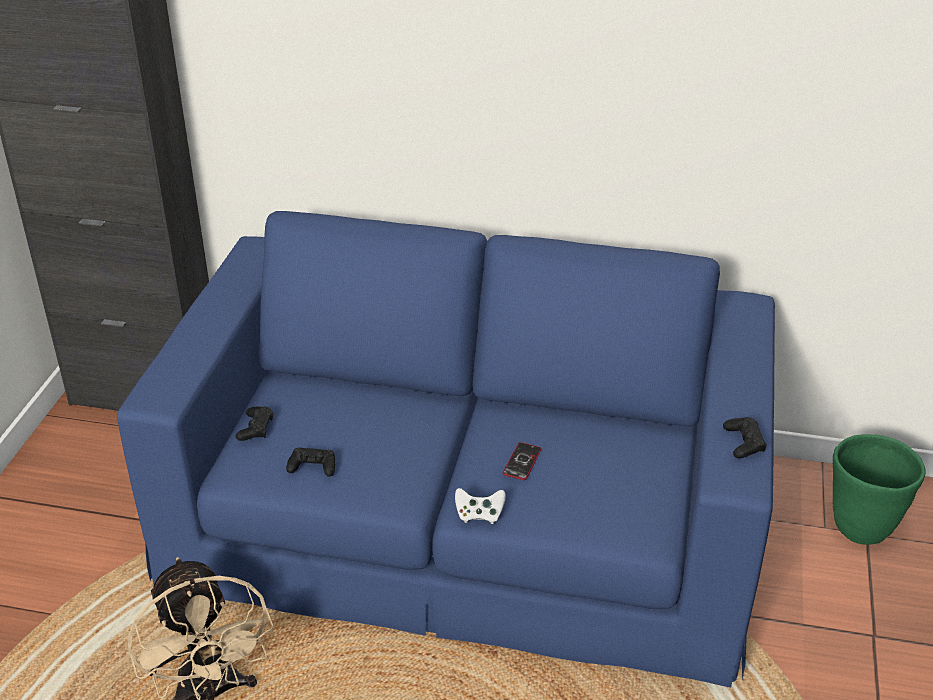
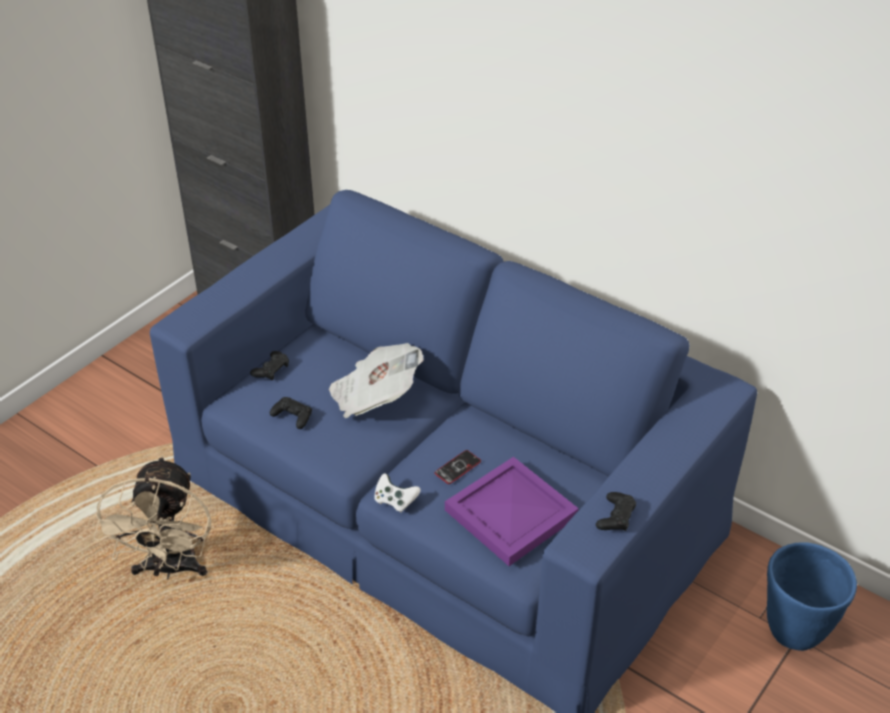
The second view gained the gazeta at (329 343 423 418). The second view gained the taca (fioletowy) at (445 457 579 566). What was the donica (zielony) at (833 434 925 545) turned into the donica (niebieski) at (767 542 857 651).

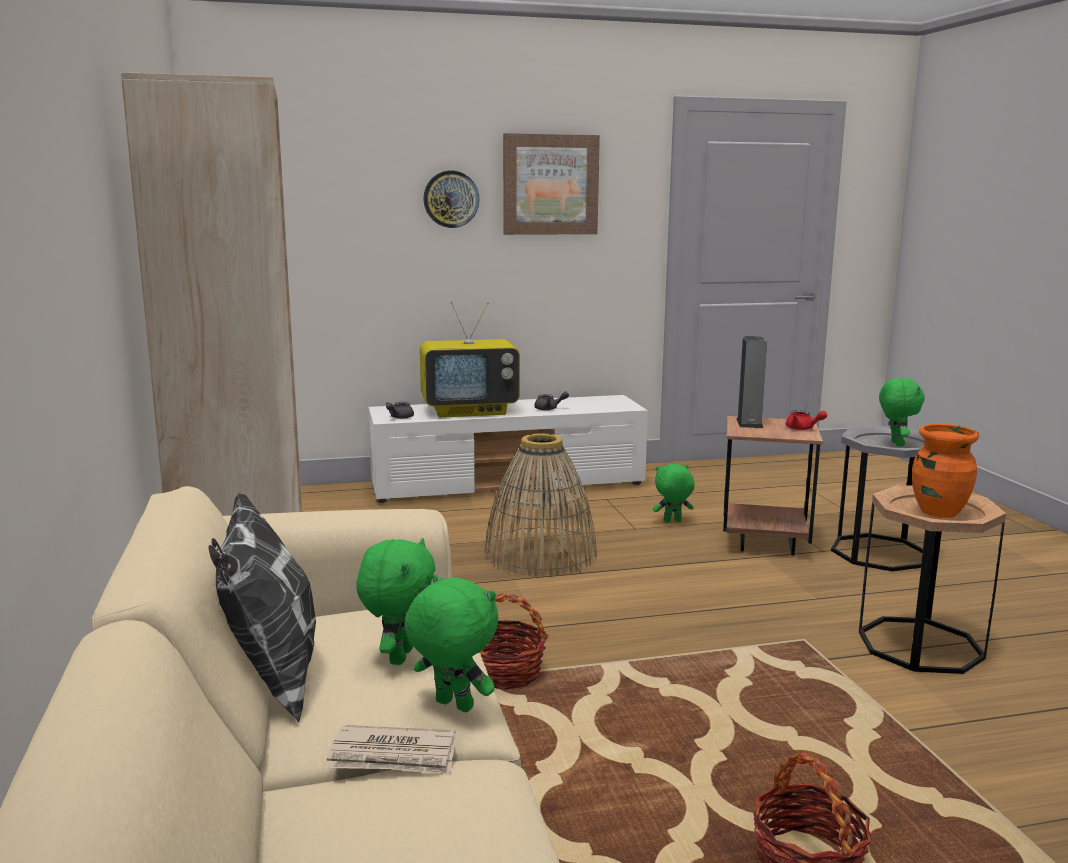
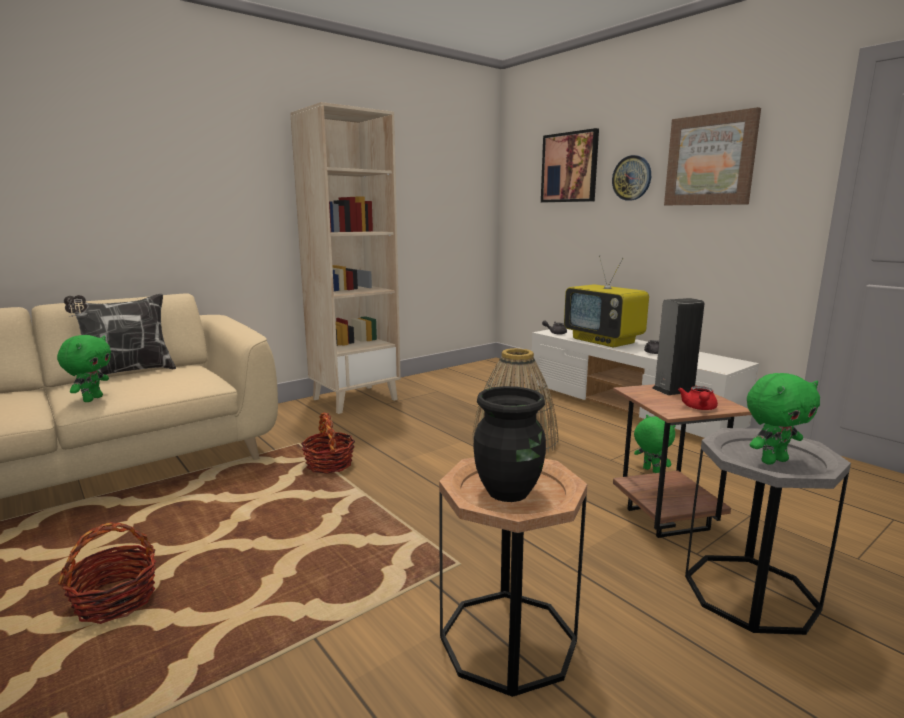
What was the wazon (pomarańczowy) at (912 424 979 518) turned into the wazon (czarny) at (473 386 546 502). The second view gained the obraz at (541 128 599 202). The second view lost the gazeta at (327 725 456 775). The second view lost the pluszak (zielony) at (356 538 435 665).

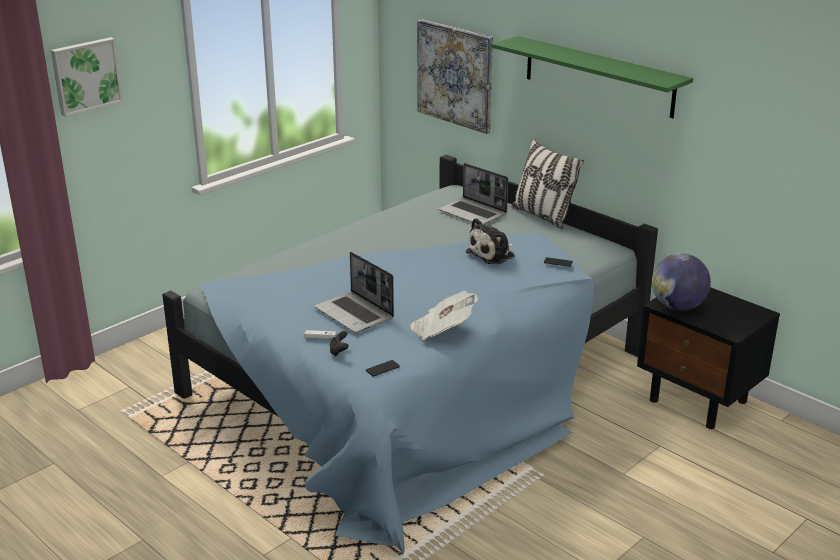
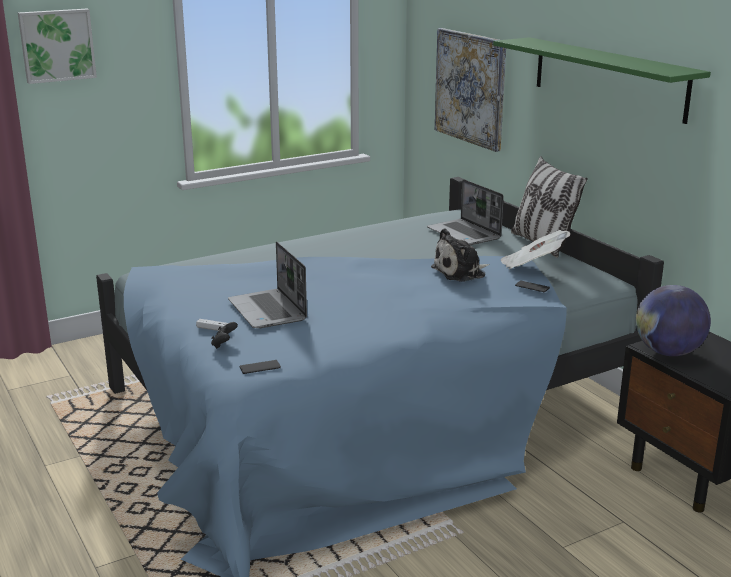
The gazeta ended up elsewhere, having gone from (410 291 478 340) to (501 230 570 269).

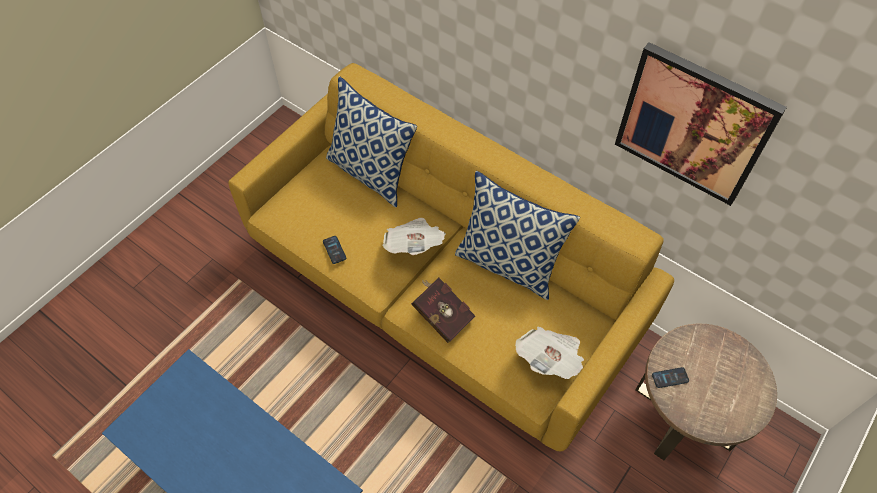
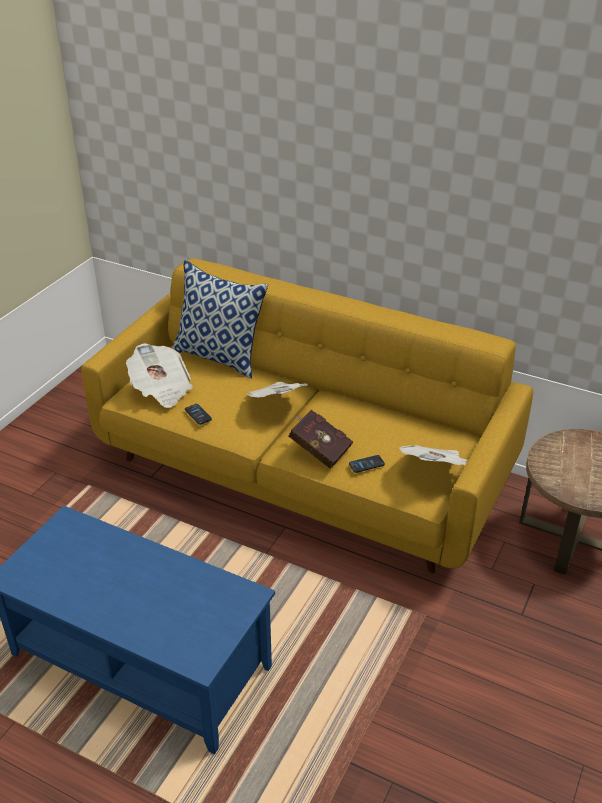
The second view gained the gazeta at (126 343 193 408). The telefon ended up elsewhere, having gone from (652 367 689 388) to (349 455 385 473). The second view lost the poduszka at (455 171 580 300). The second view lost the obraz at (615 42 787 206).

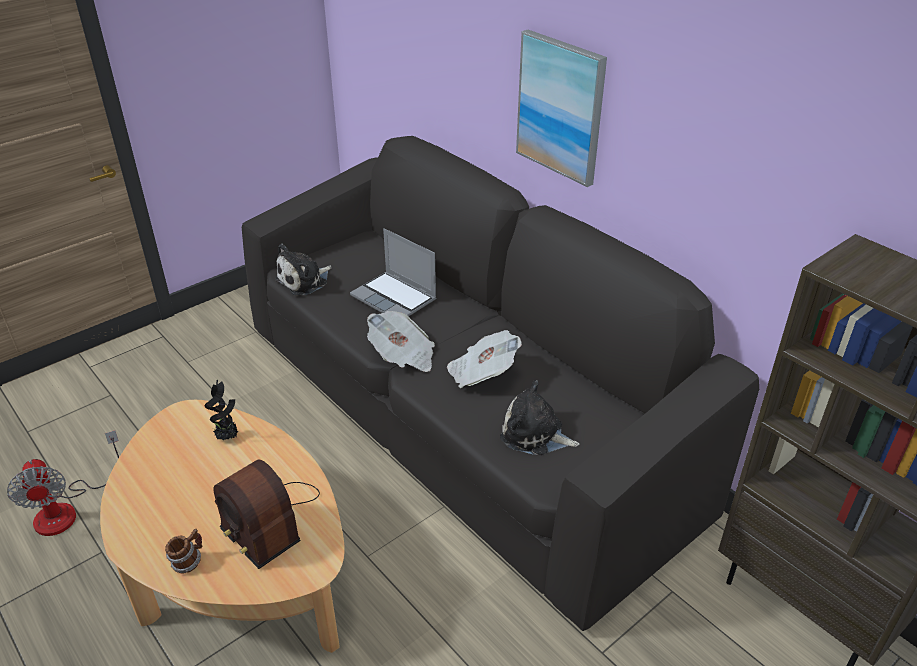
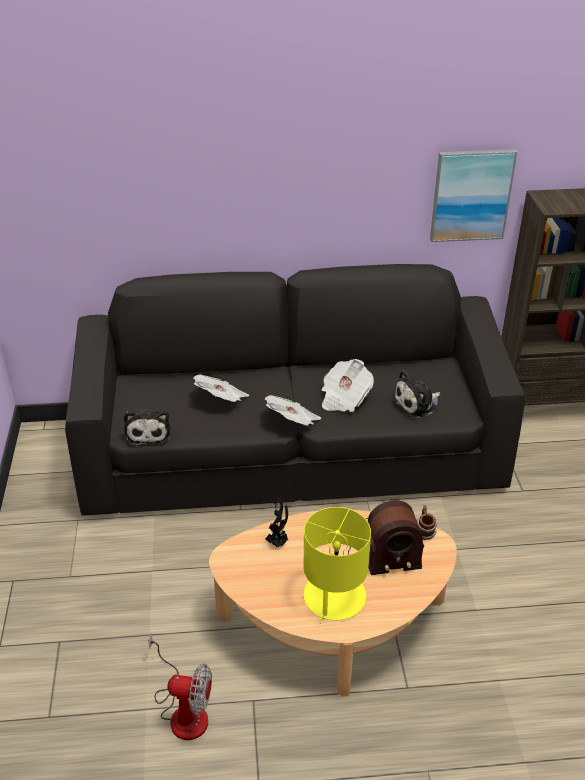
Where the laptop stood at (350 228 436 316), the gazeta came to stand at (193 375 249 402). The second view gained the lampa stołowa (żółty) at (303 507 371 624). The kubek ended up elsewhere, having gone from (165 529 203 574) to (417 505 437 540). The obraz ended up elsewhere, having gone from (516 30 607 187) to (430 149 517 242).

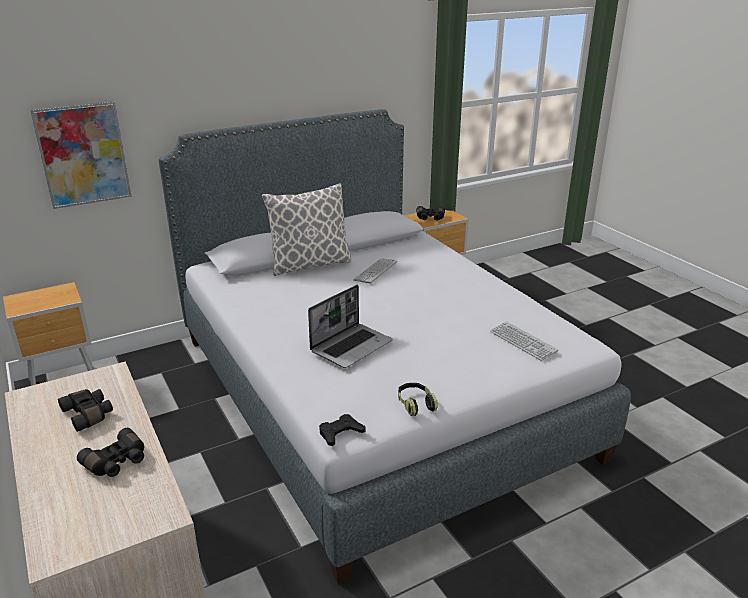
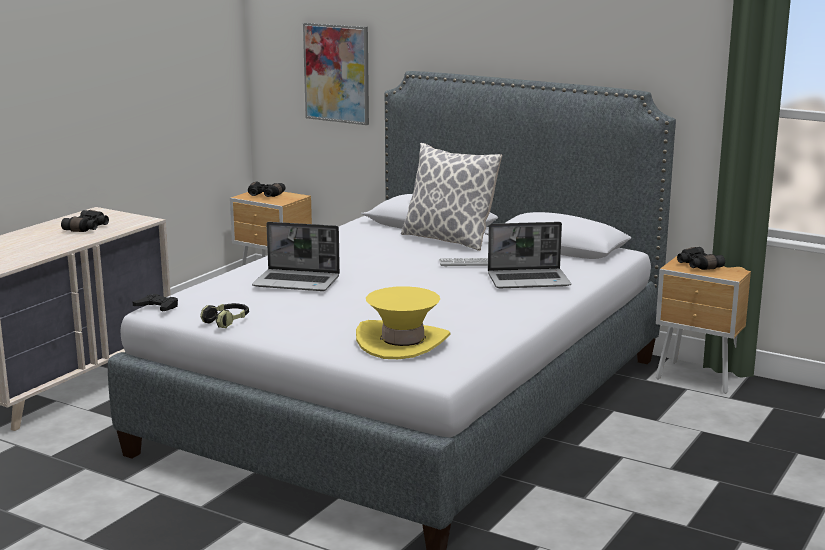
The lornetka (czarny) ended up elsewhere, having gone from (77 428 144 477) to (248 182 285 197). Where the klawiatura stood at (490 321 558 361), the kapelusz (żółty) came to stand at (356 286 451 359). The second view gained the laptop at (488 222 571 288).

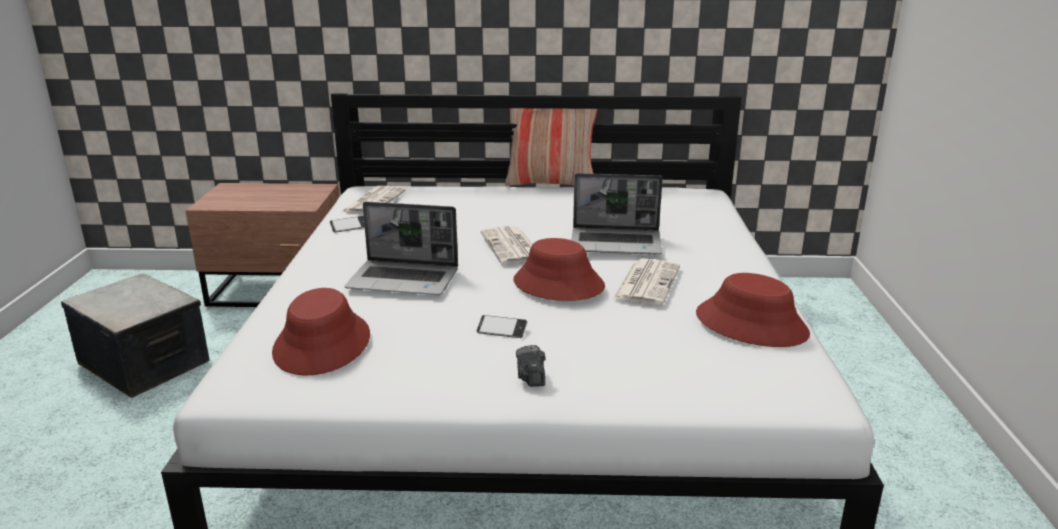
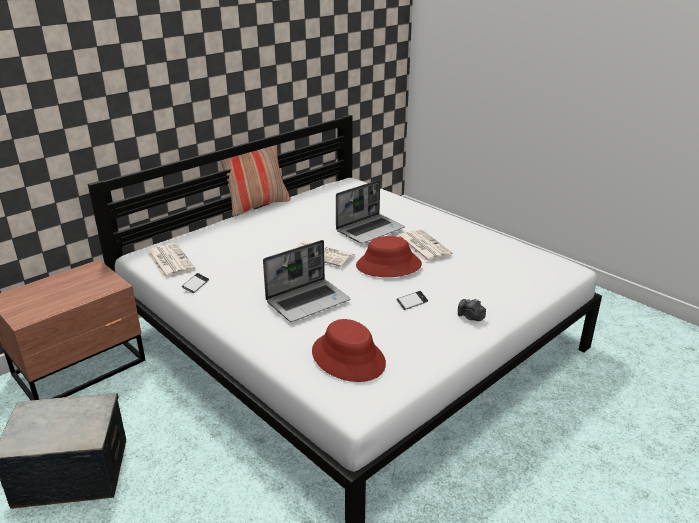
The second view lost the kapelusz (czerwony) at (696 273 810 347).

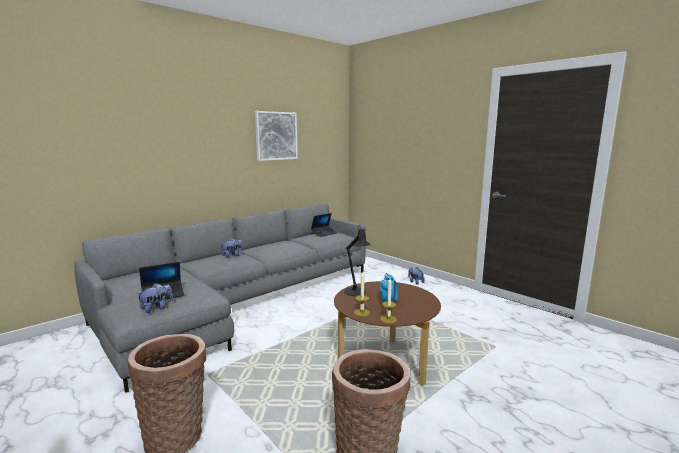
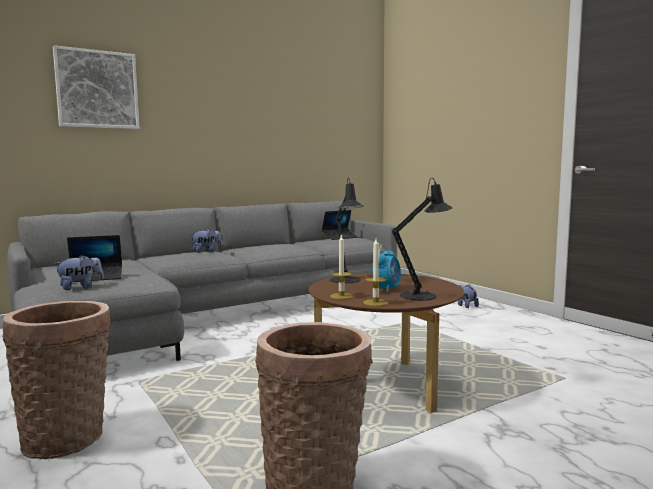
The obraz ended up elsewhere, having gone from (255 111 298 161) to (53 45 139 129). The second view gained the lampa stołowa (czarny) at (392 178 453 301).

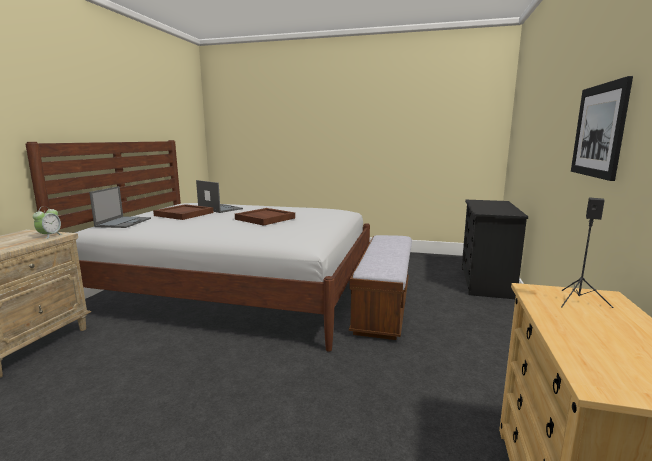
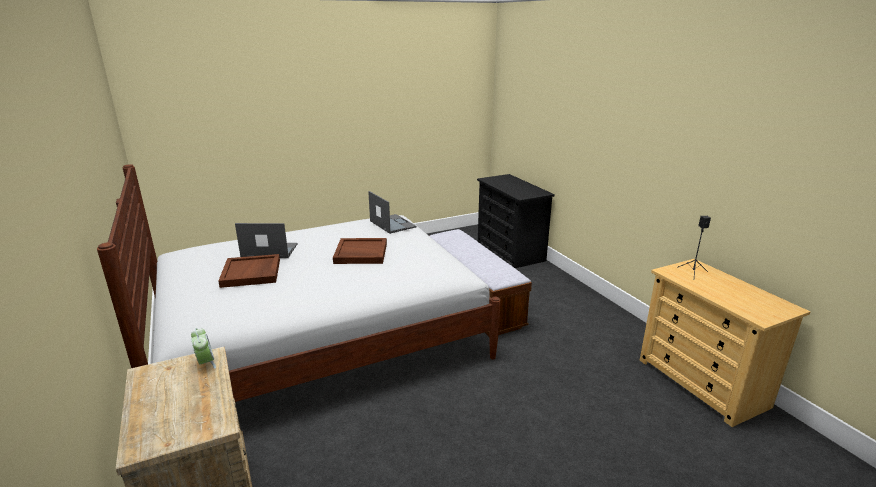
The laptop ended up elsewhere, having gone from (89 186 151 228) to (368 191 417 234). The second view lost the obraz at (571 76 633 181).

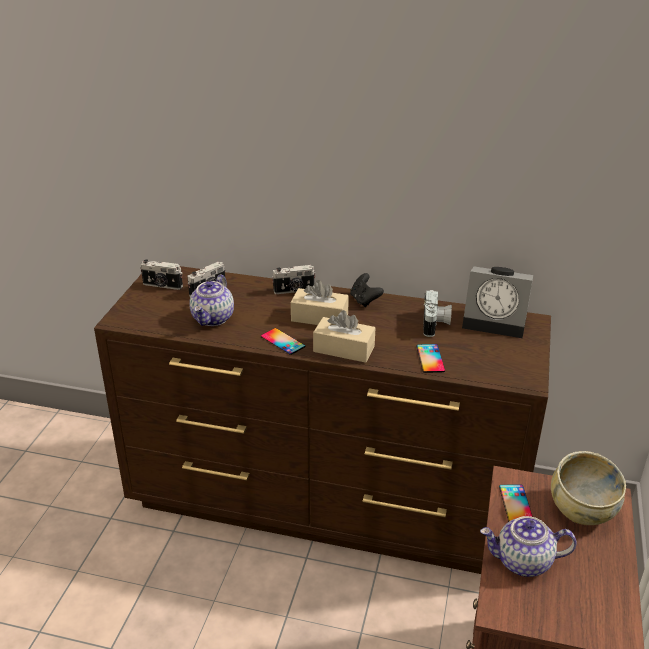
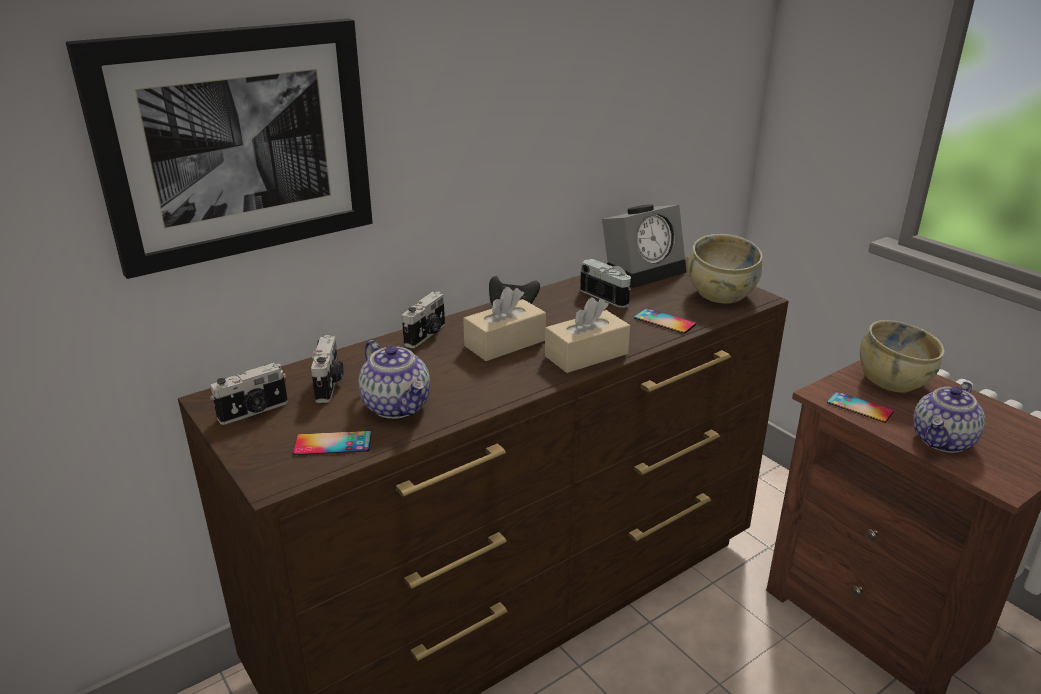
The second view gained the obraz at (66 19 373 279). The telefon ended up elsewhere, having gone from (261 328 306 355) to (293 431 371 455). The second view gained the miska (beżowy) at (688 234 763 303).

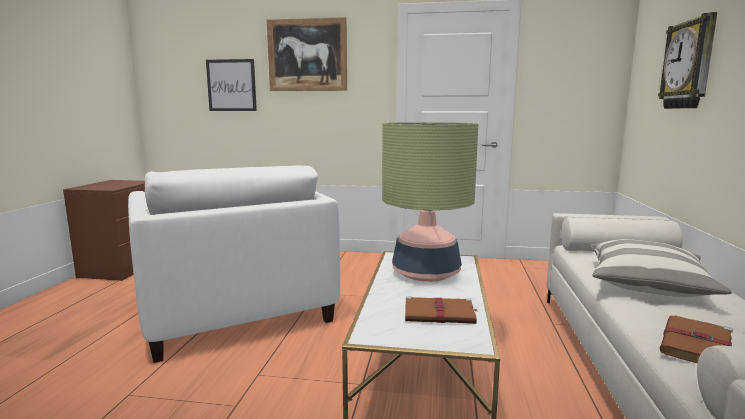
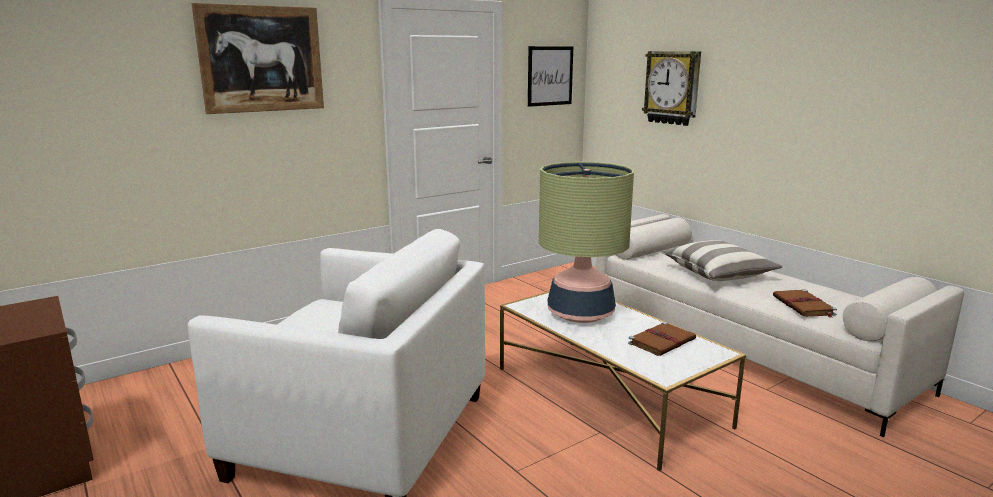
The obraz ended up elsewhere, having gone from (206 59 257 111) to (528 46 573 107).

